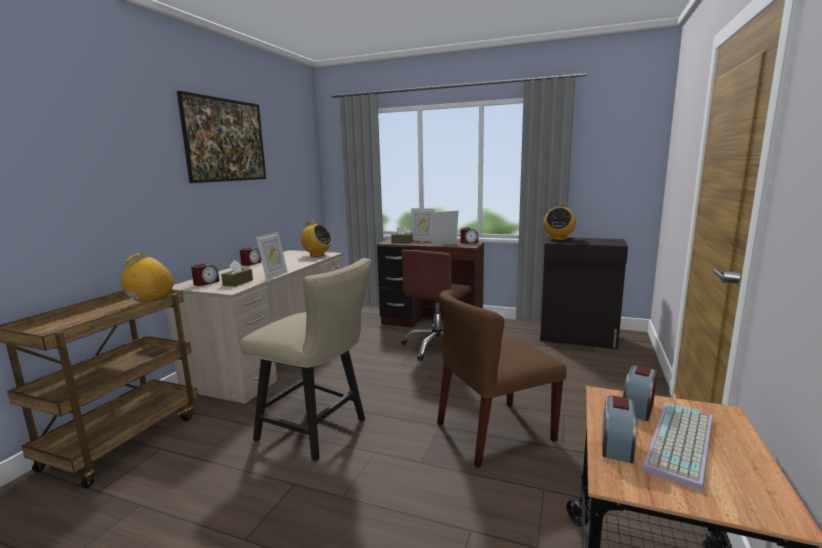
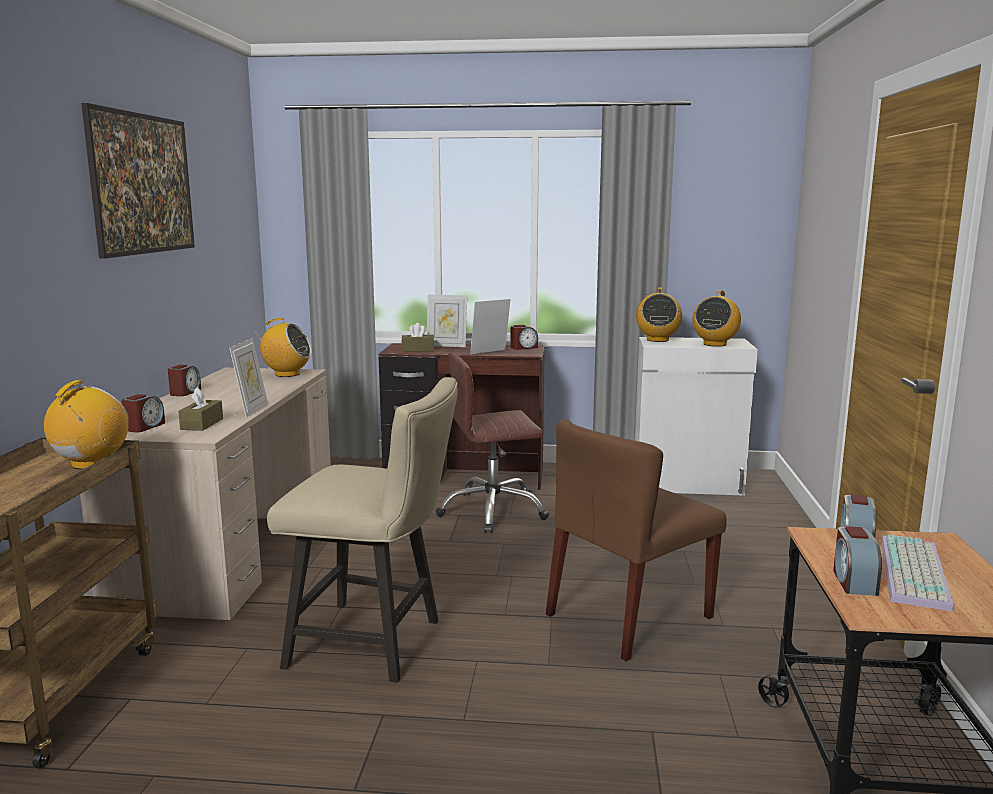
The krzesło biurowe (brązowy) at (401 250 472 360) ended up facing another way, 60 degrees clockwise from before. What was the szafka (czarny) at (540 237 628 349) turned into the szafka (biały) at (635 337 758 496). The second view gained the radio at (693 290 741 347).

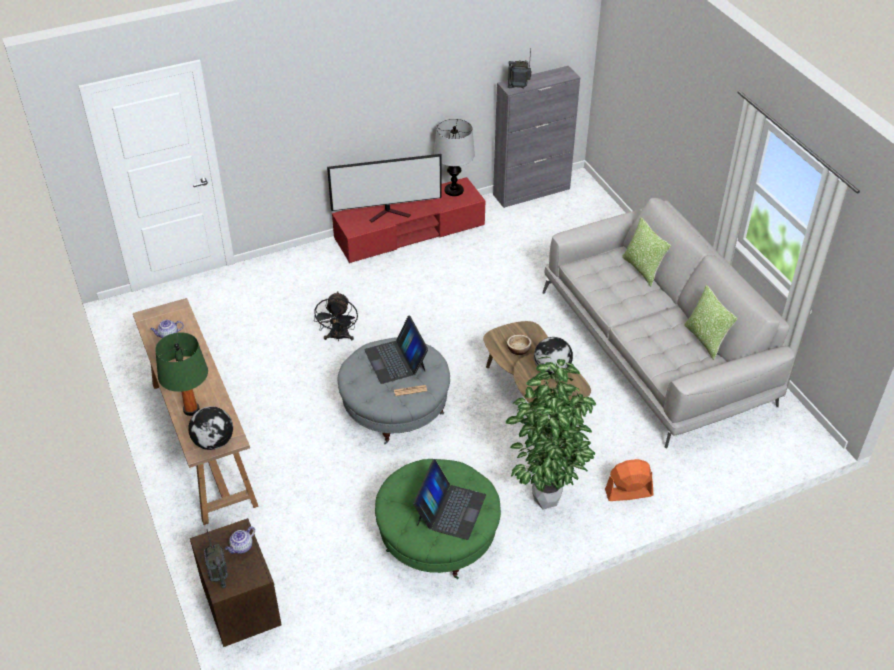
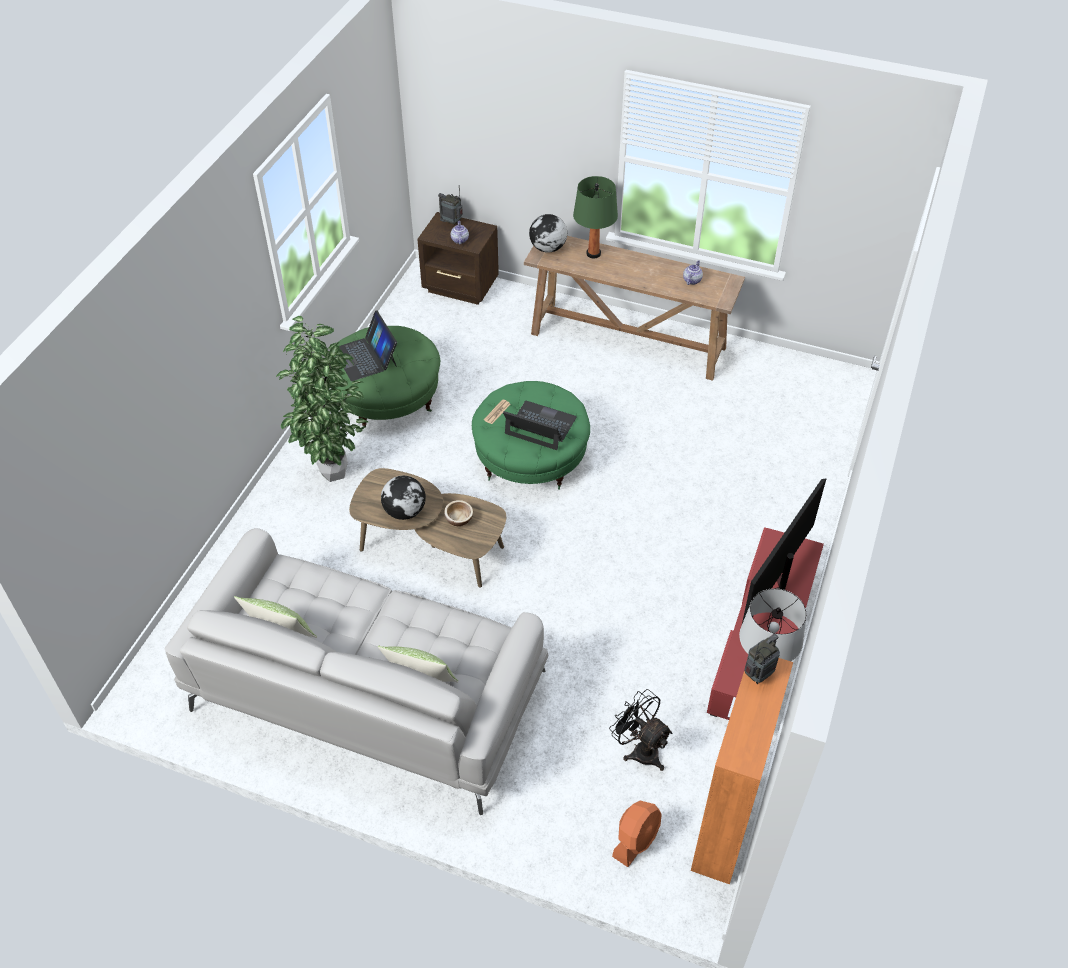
What was the pufa (szary) at (338 338 450 444) turned into the pufa (zielony) at (472 381 590 490). The wentylator (czarny) ended up elsewhere, having gone from (314 292 358 342) to (609 689 673 771). The wentylator (pomarańczowy) ended up elsewhere, having gone from (605 459 653 501) to (612 801 662 867). What was the szafka (szary) at (493 66 580 208) turned into the szafka (pomarańczowy) at (691 658 793 885).

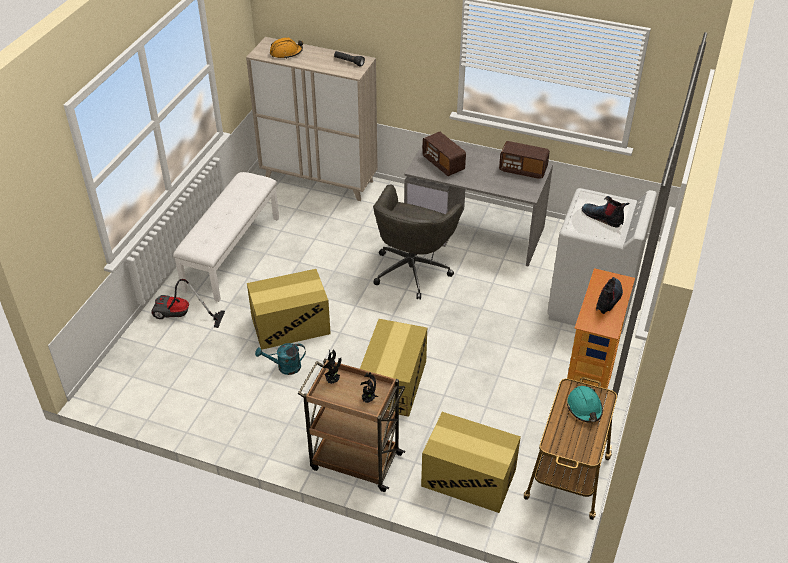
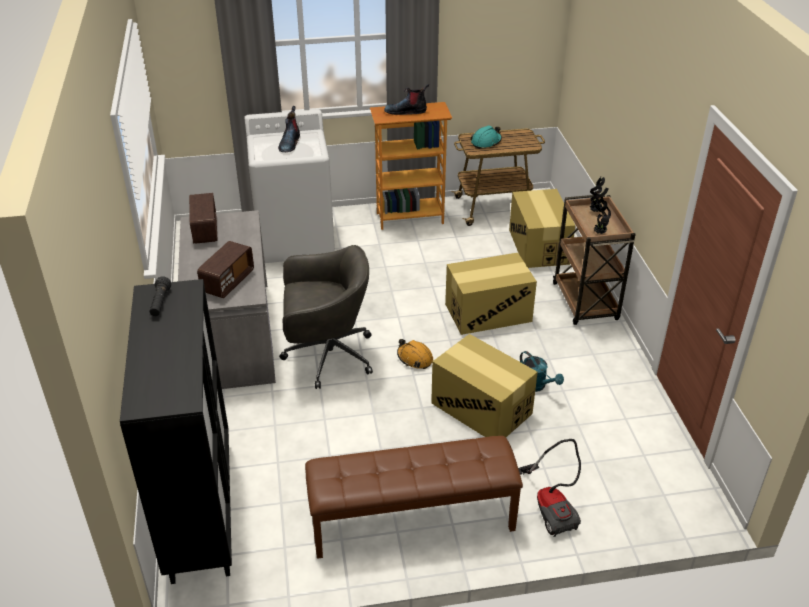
What was the szafka (beżowy) at (246 37 378 201) turned into the szafka (czarny) at (120 279 232 584). What was the ławka (biały) at (173 172 279 302) turned into the ławka (brązowy) at (305 436 523 559). The kask (pomarańczowy) ended up elsewhere, having gone from (270 37 303 59) to (397 339 433 369).

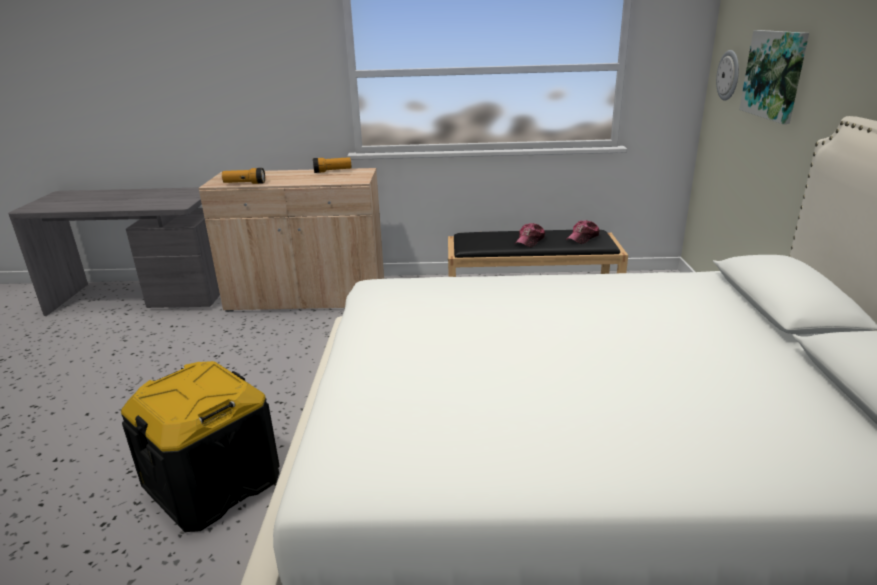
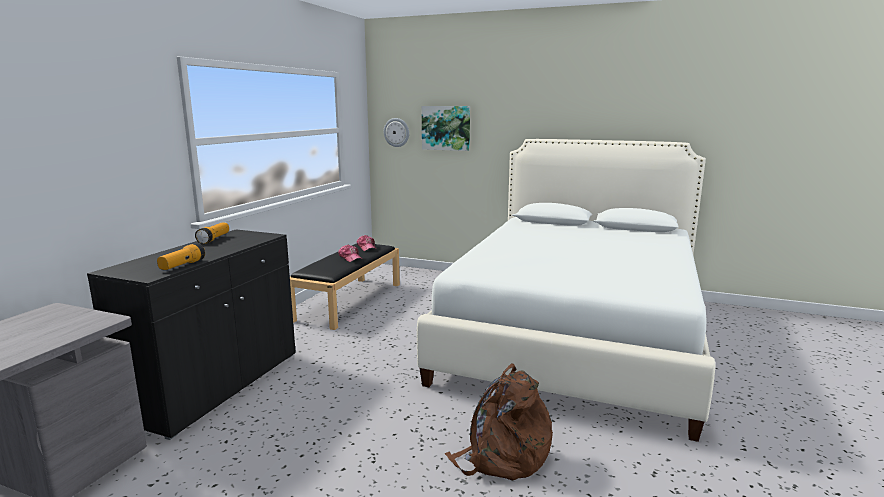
What was the szafka (beżowy) at (199 168 384 312) turned into the szafka (czarny) at (87 230 296 440). Where the pojemnik do przechowywania (czarny) stood at (121 361 280 532), the plecak (brązowy) came to stand at (445 363 553 481).

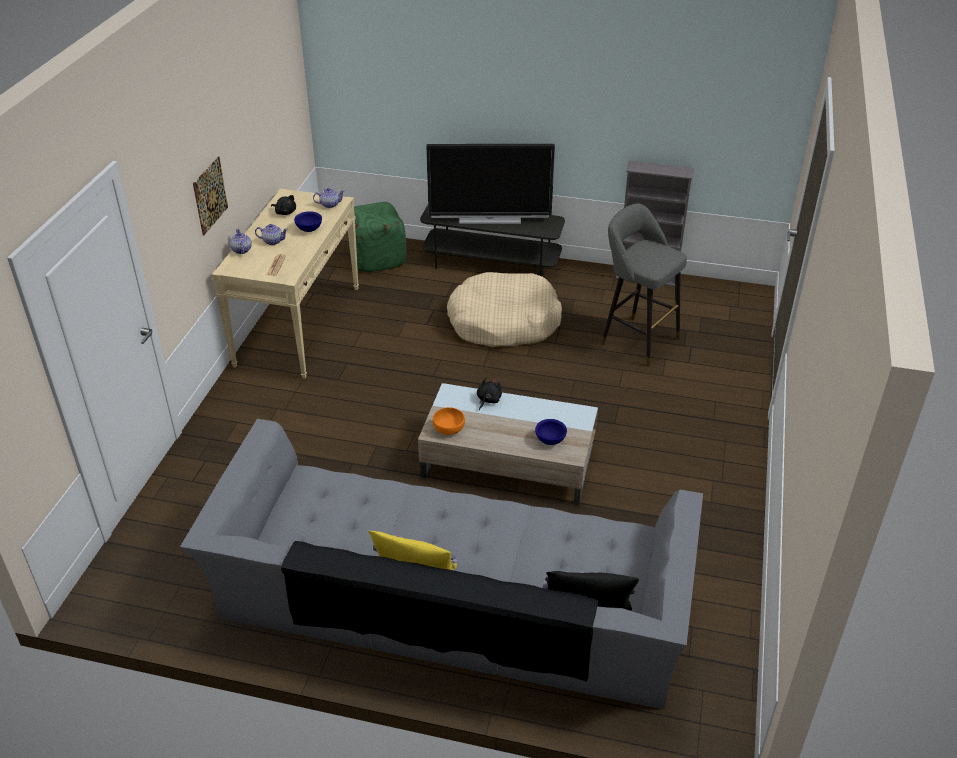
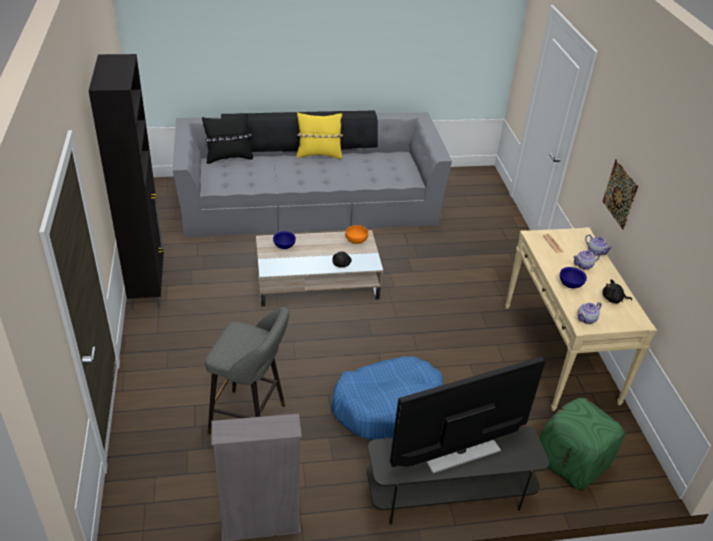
The second view gained the szafka (czarny) at (89 54 164 309). What was the legowisko (beżowy) at (447 272 562 347) turned into the legowisko (niebieski) at (331 356 443 440).

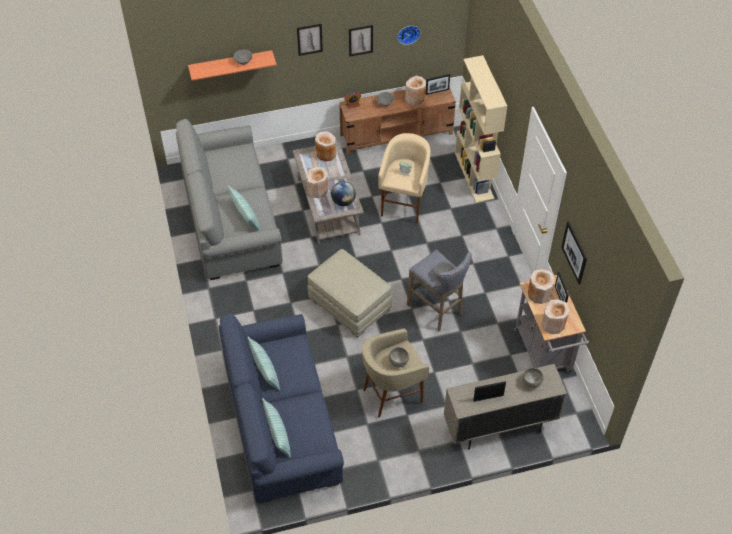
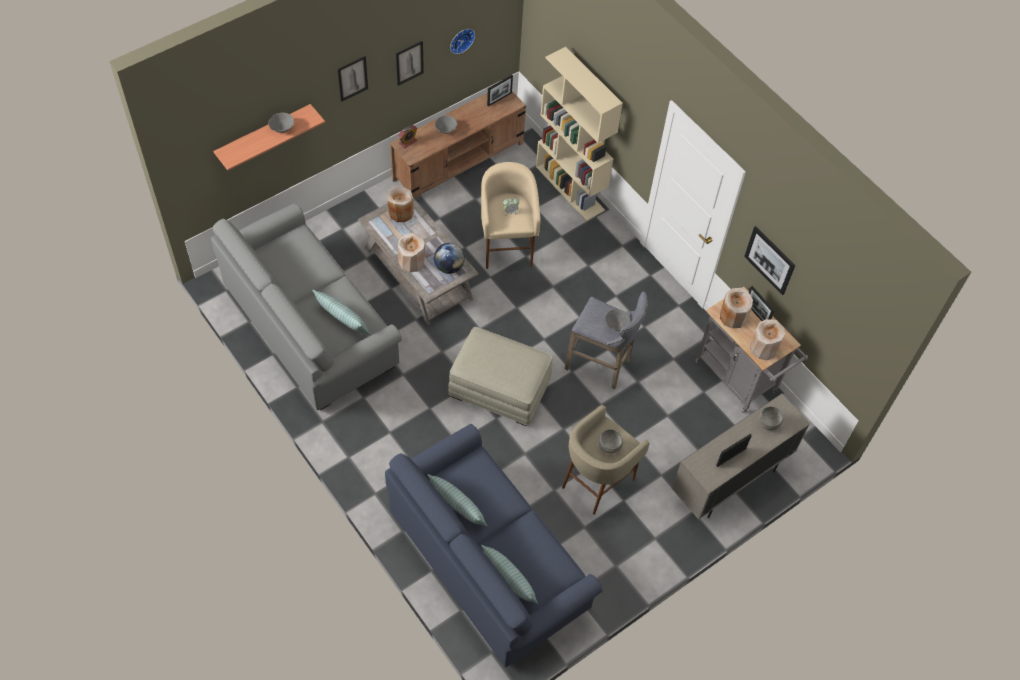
The second view lost the wazon (beżowy) at (405 76 426 105).

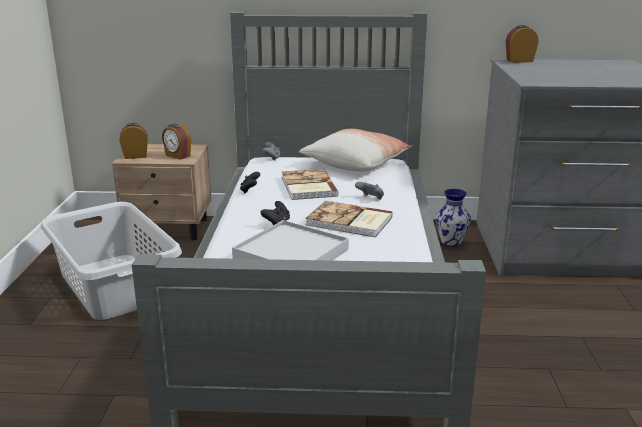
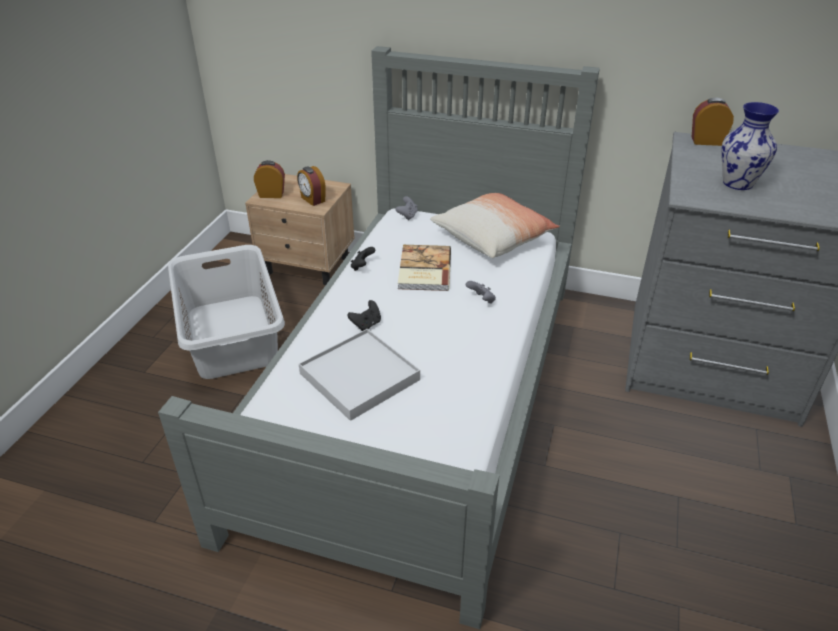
The wazon ended up elsewhere, having gone from (436 189 471 247) to (721 102 779 190). The second view lost the książka at (305 201 393 237).

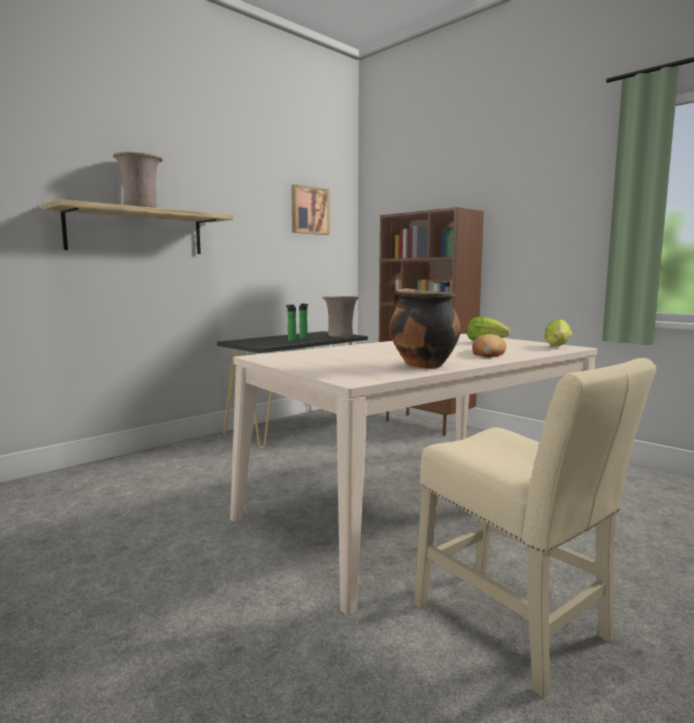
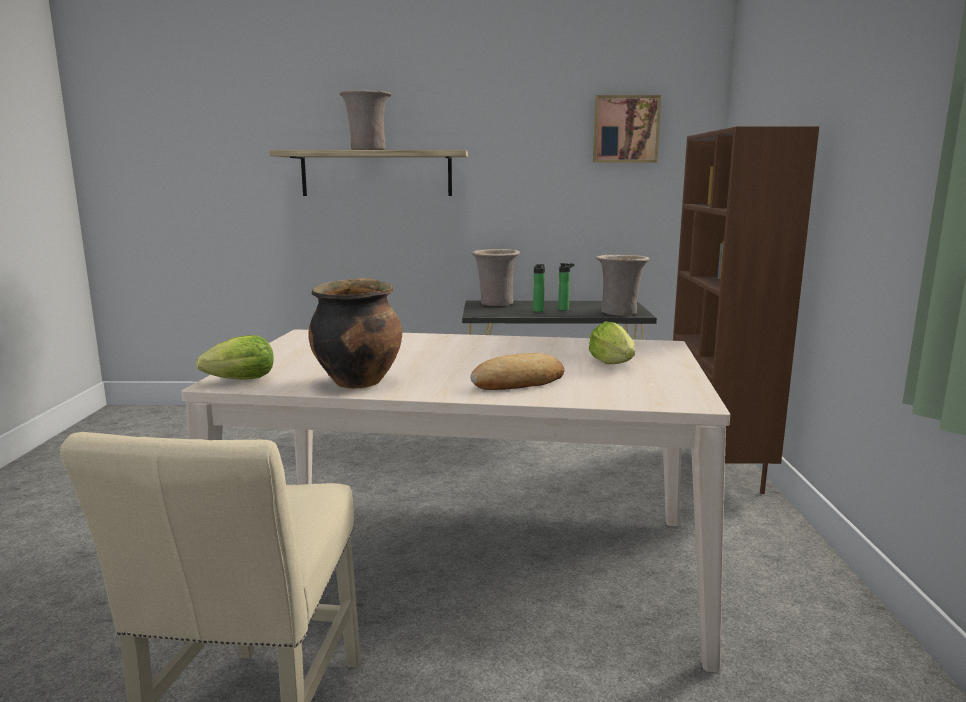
The sałata ended up elsewhere, having gone from (544 319 572 346) to (196 335 274 380). The second view gained the wazon (beżowy) at (471 249 520 306).

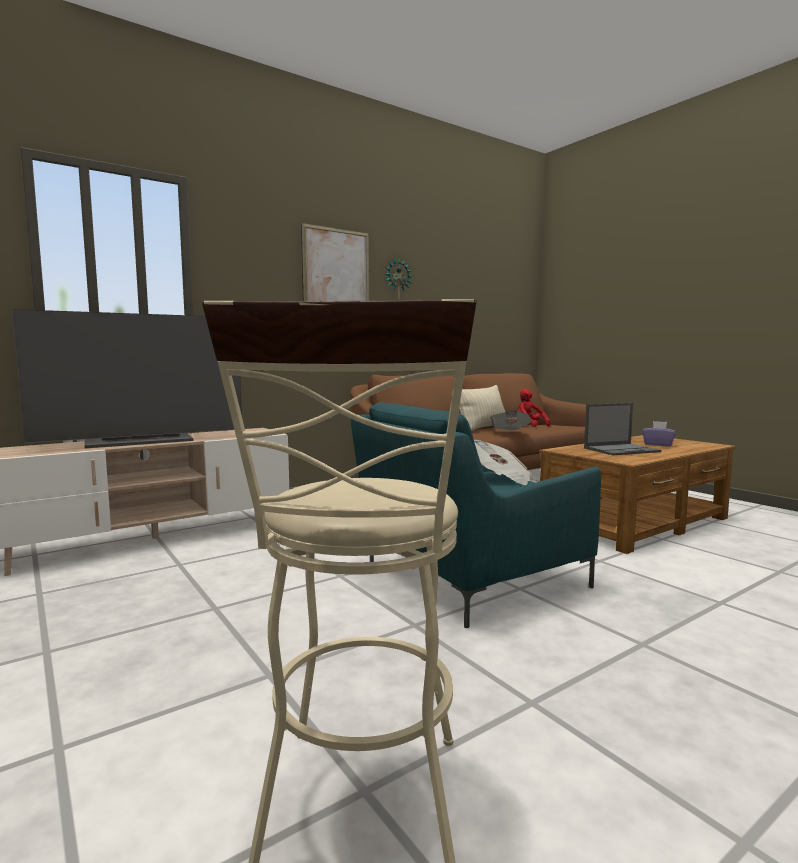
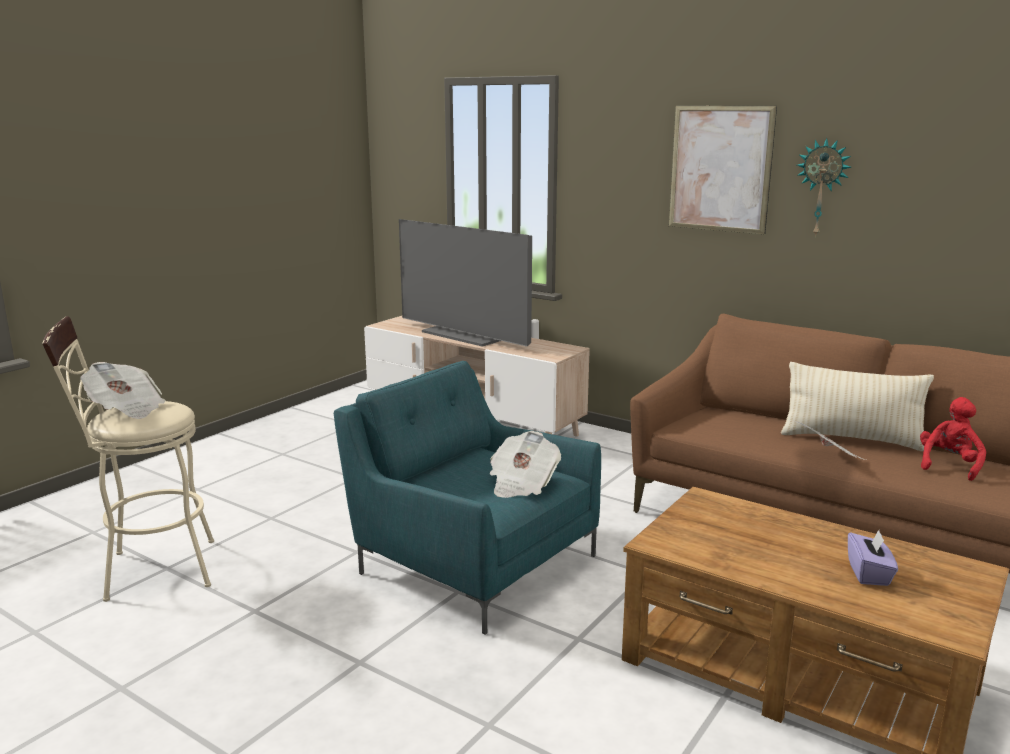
The second view gained the gazeta at (80 362 166 419). The second view lost the laptop at (584 403 661 455).

